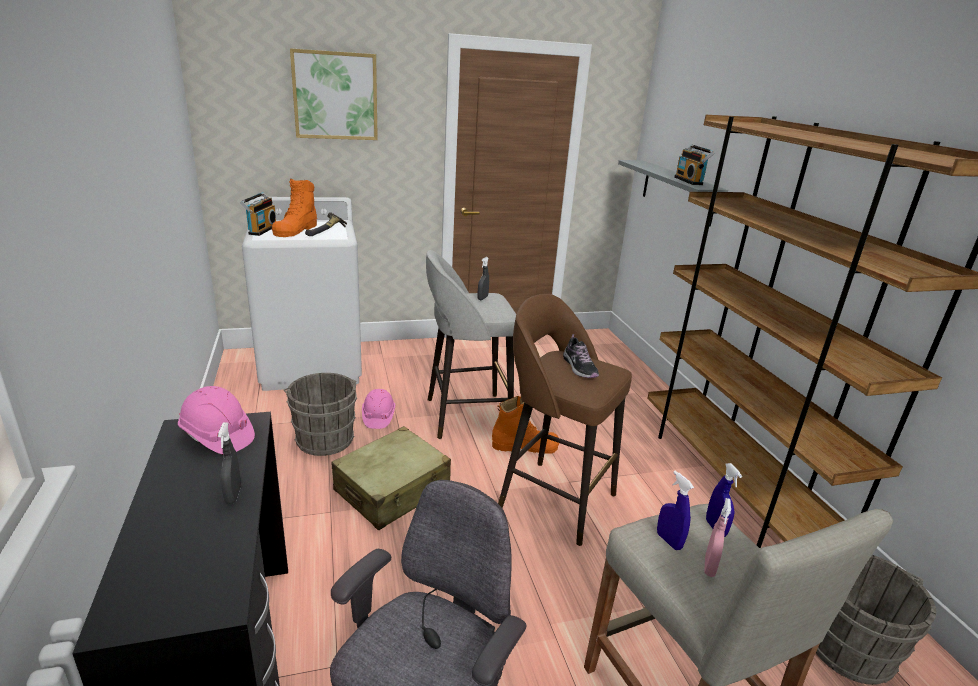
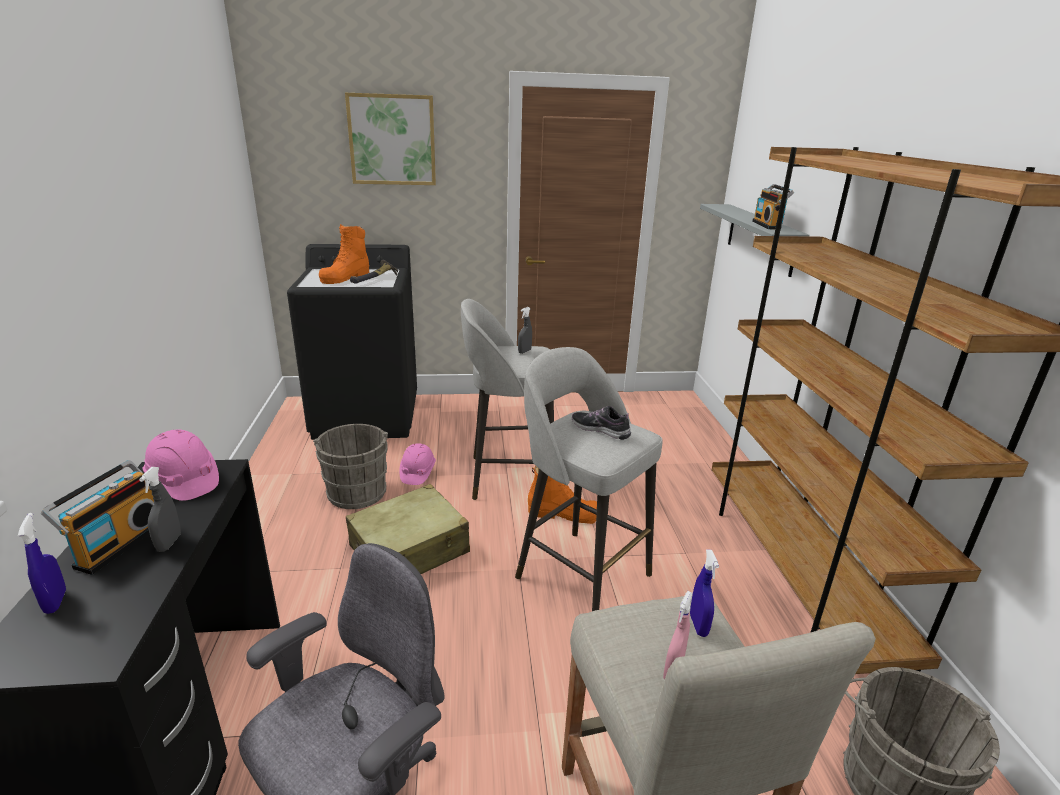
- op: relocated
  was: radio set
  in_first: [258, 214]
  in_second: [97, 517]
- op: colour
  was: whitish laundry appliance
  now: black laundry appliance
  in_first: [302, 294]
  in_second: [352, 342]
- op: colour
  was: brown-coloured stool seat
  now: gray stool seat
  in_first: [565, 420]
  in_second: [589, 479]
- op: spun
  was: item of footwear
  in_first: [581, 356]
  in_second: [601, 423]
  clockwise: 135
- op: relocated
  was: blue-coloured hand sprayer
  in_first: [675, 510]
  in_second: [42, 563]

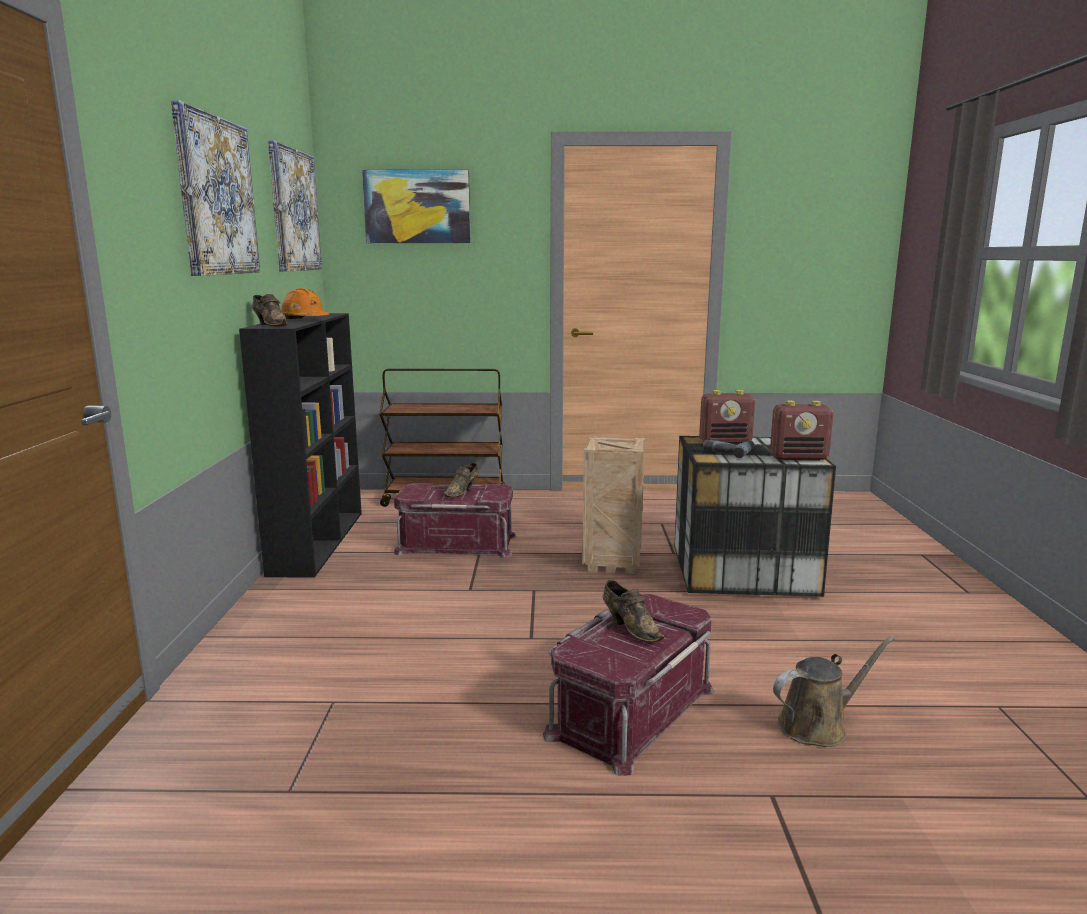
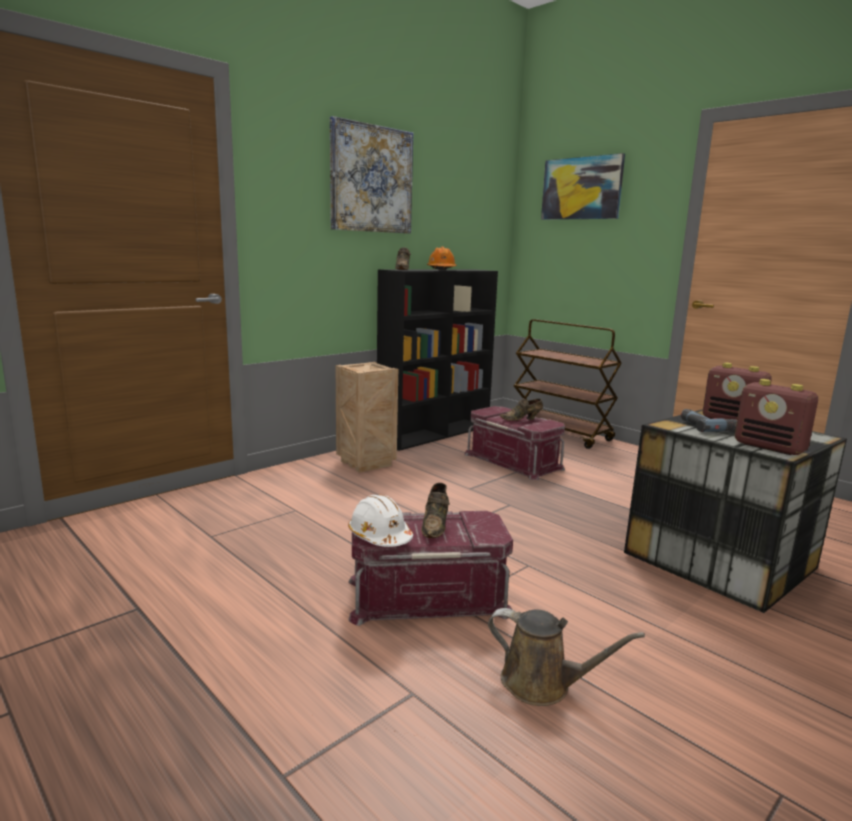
- op: missing
  was: wall picture
  in_first: [295, 206]
- op: relocated
  was: crate
  in_first: [613, 505]
  in_second: [367, 417]
- op: appeared
  now: whitish safety helmet
  in_second: [380, 521]

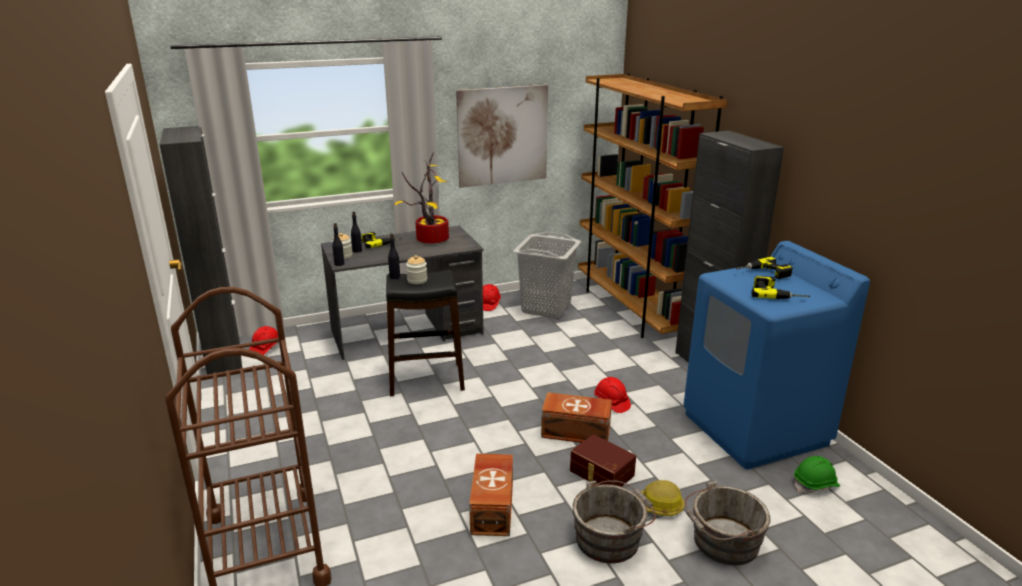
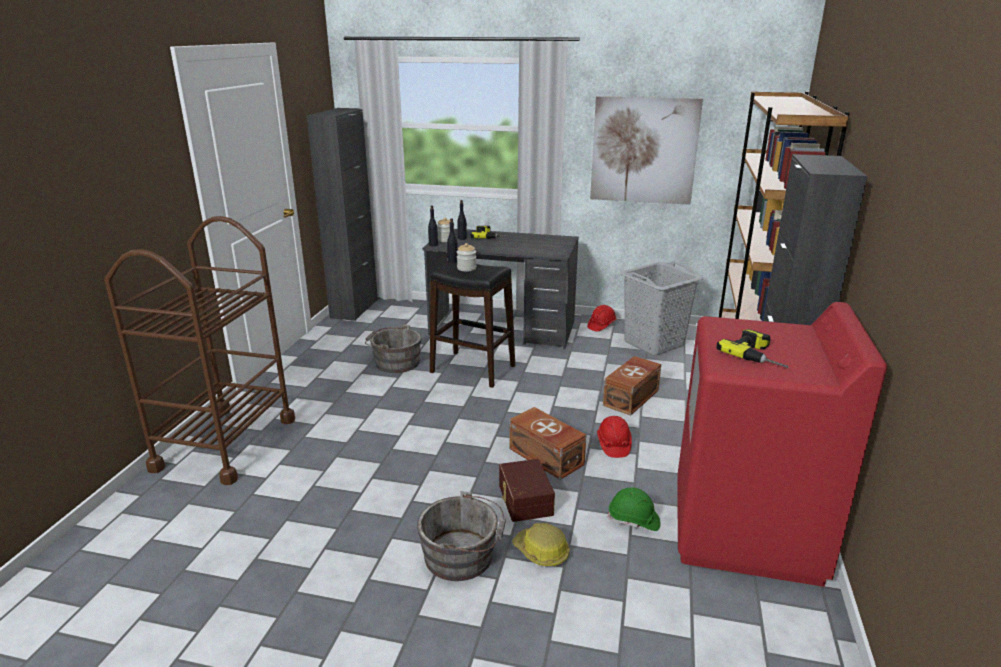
- op: missing
  was: houseplant
  in_first: [422, 198]
- op: colour
  was: blue-coloured laundry appliance
  now: red laundry appliance
  in_first: [776, 355]
  in_second: [782, 444]
- op: missing
  was: electric drill
  in_first: [764, 268]
- op: missing
  was: red safety helmet
  in_first: [264, 340]
- op: relocated
  was: brown-coloured storage container
  in_first: [491, 495]
  in_second: [632, 386]
- op: relocated
  was: green-coloured safety helmet
  in_first: [817, 474]
  in_second: [634, 509]
- op: relocated
  was: gray pail
  in_first: [728, 523]
  in_second: [393, 348]

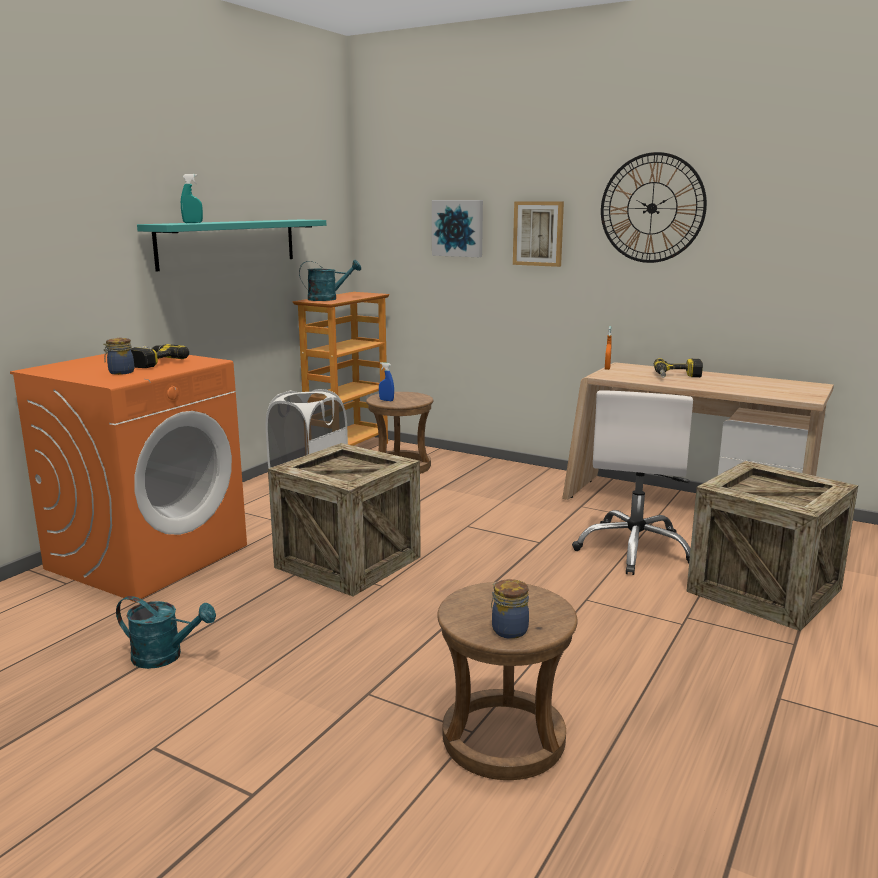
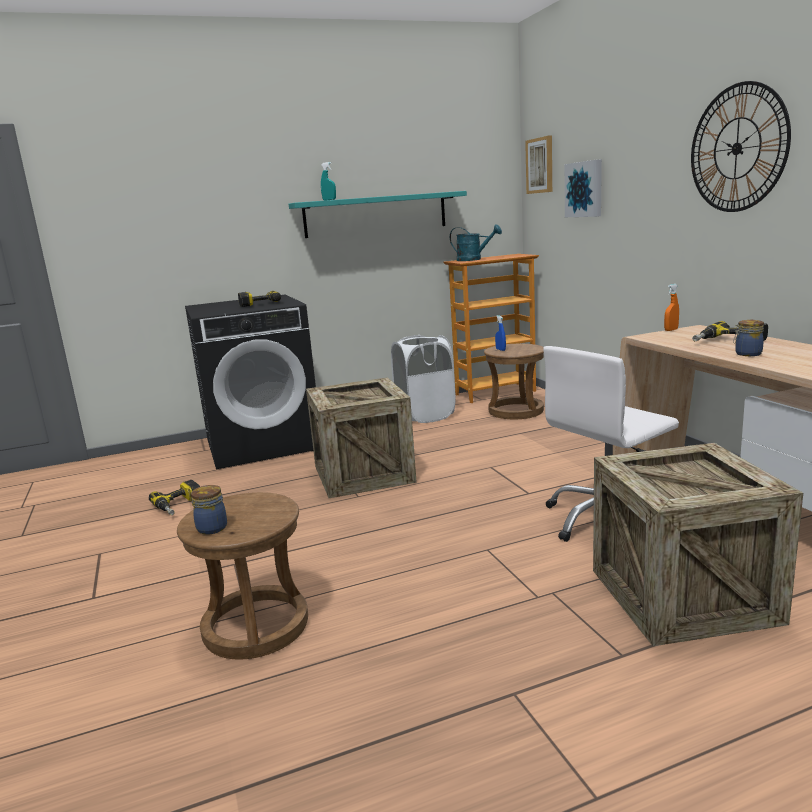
- op: relocated
  was: wall picture
  in_first: [538, 234]
  in_second: [538, 164]
- op: relocated
  was: storage jar
  in_first: [119, 356]
  in_second: [748, 338]
- op: colour
  was: orange laundry appliance
  now: black laundry appliance
  in_first: [128, 477]
  in_second: [250, 381]
- op: exchanged
  was: turquoise-coloured sprinkling can
  now: electric drill
  in_first: [166, 632]
  in_second: [174, 497]

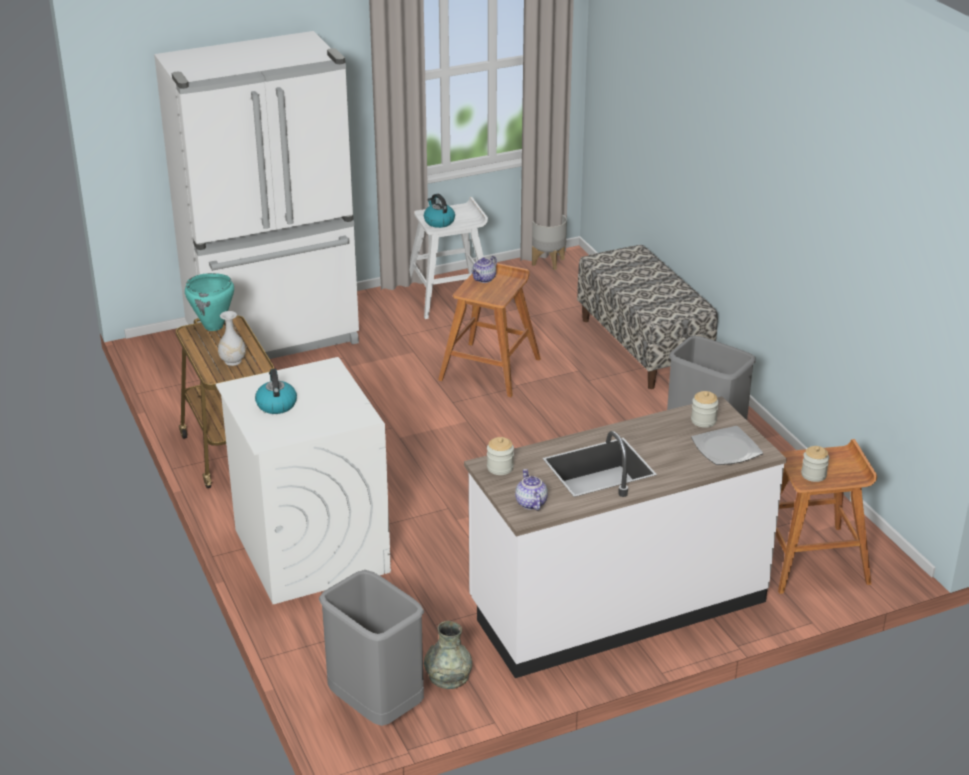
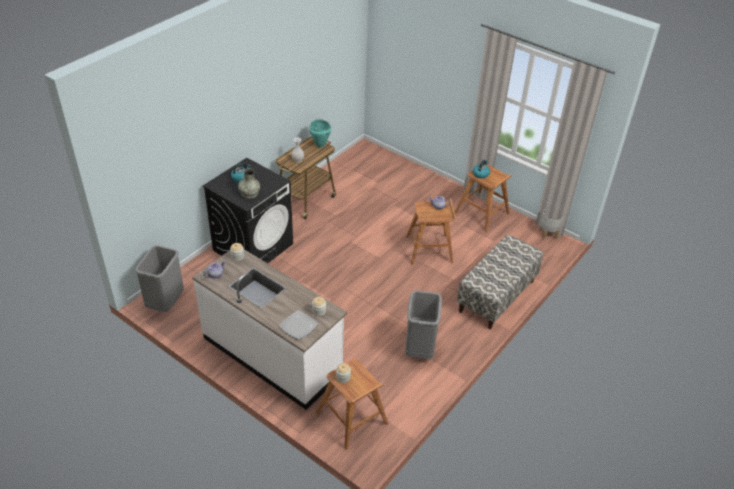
- op: missing
  was: whitish refrigerator
  in_first: [256, 201]
- op: colour
  was: whitish stool seat
  now: brown-coloured stool seat
  in_first: [449, 258]
  in_second: [483, 198]
- op: colour
  was: whitish laundry appliance
  now: black laundry appliance
  in_first: [303, 480]
  in_second: [248, 210]
- op: relocated
  was: gray vase
  in_first: [448, 655]
  in_second: [249, 183]

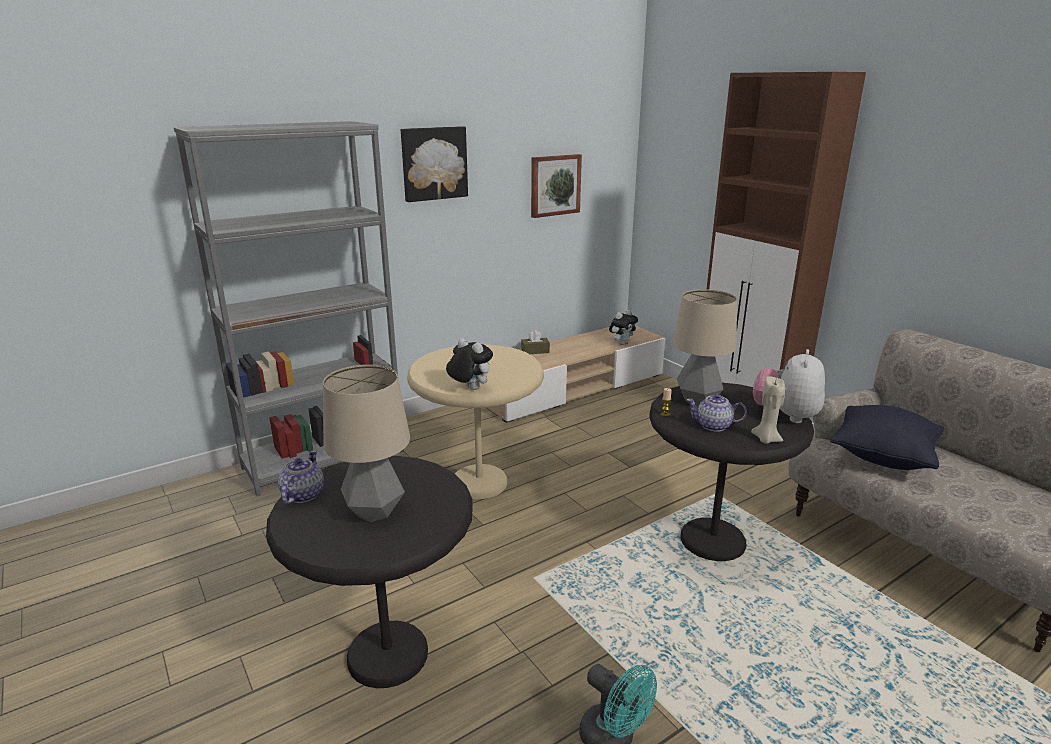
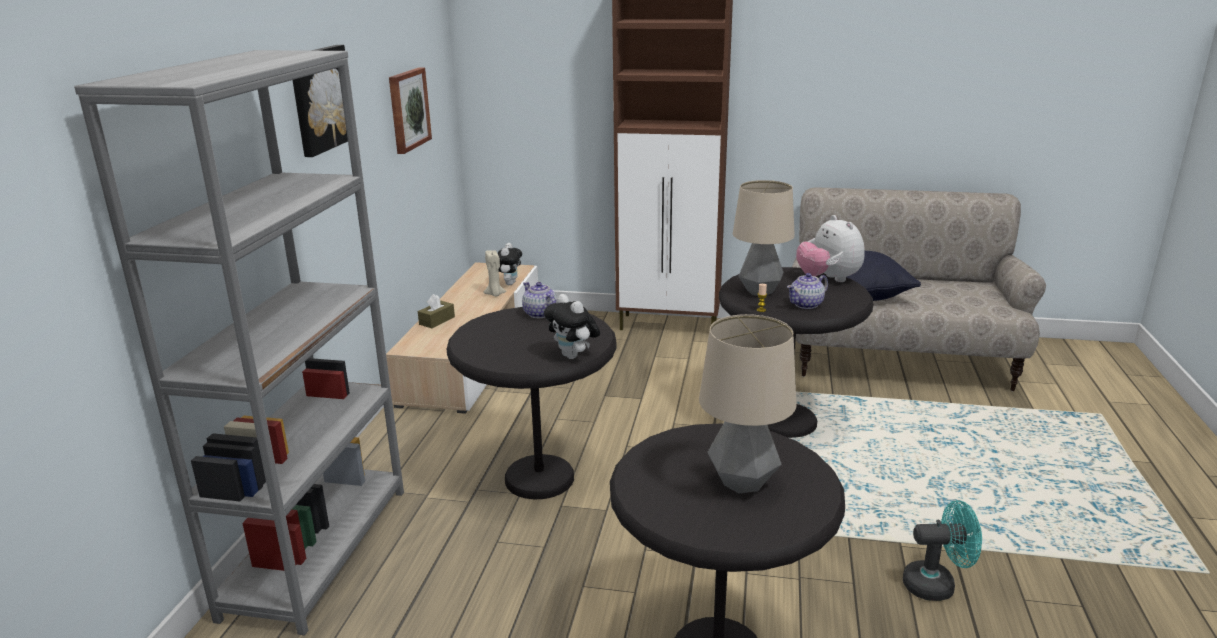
- op: spun
  was: soft toy
  in_first: [469, 364]
  in_second: [572, 326]
  clockwise: -120
- op: colour
  was: beige-coloured end table
  now: black end table
  in_first: [475, 421]
  in_second: [531, 403]
- op: relocated
  was: beige-coloured candle
  in_first: [768, 410]
  in_second: [495, 273]
- op: relocated
  was: teapot
  in_first: [301, 477]
  in_second: [539, 300]

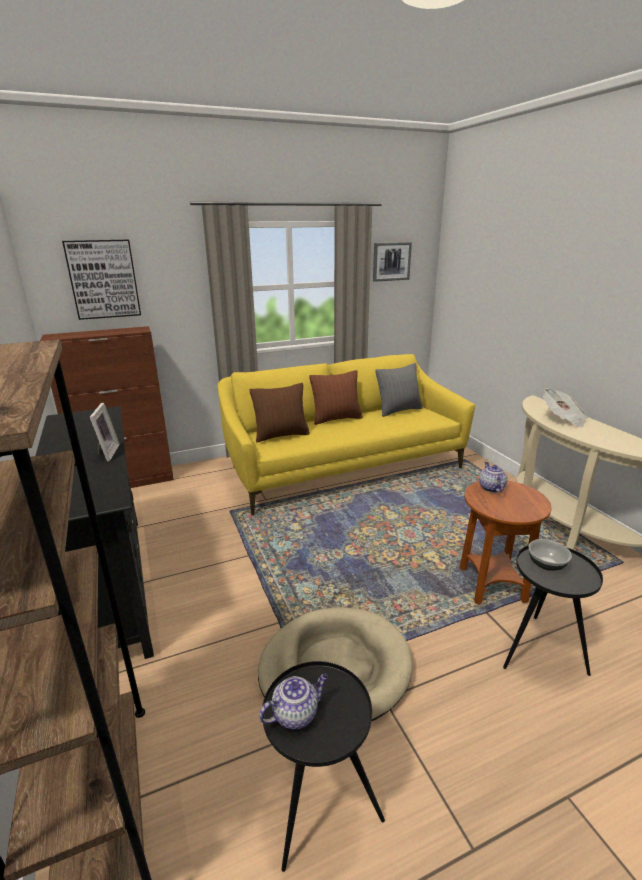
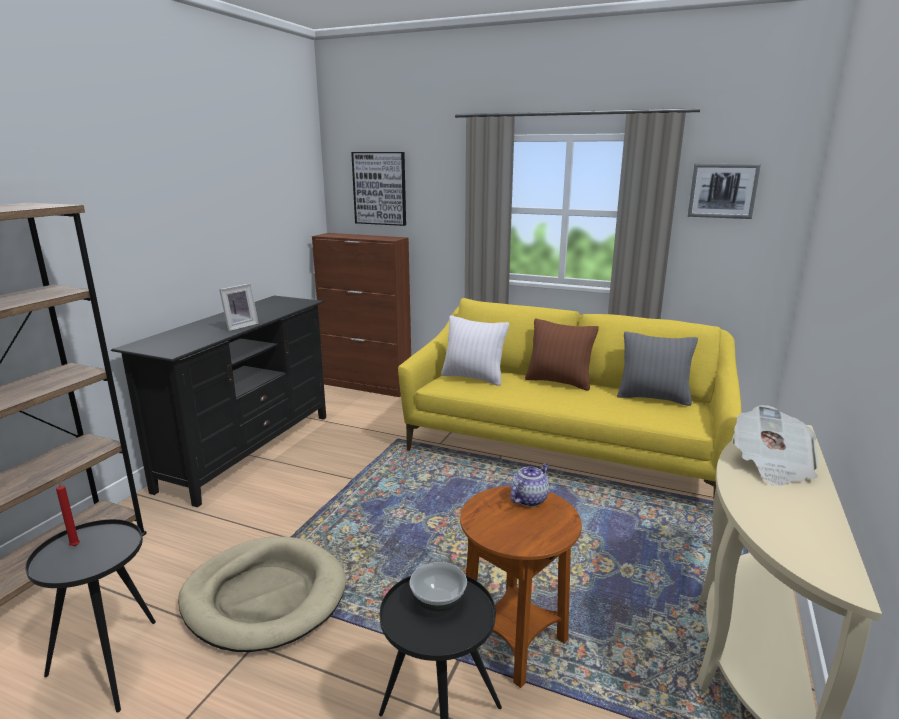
- op: colour
  was: brown-coloured throw pillow
  now: whitish throw pillow
  in_first: [280, 412]
  in_second: [475, 351]
- op: exchanged
  was: teapot
  now: red candle
  in_first: [293, 702]
  in_second: [68, 511]

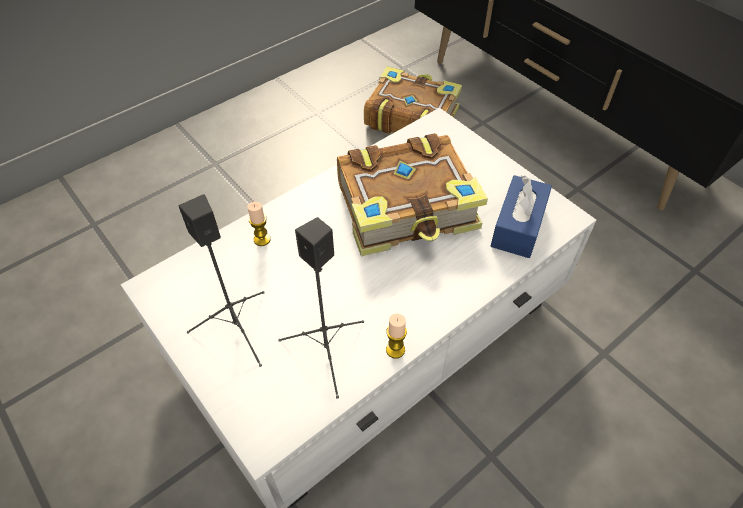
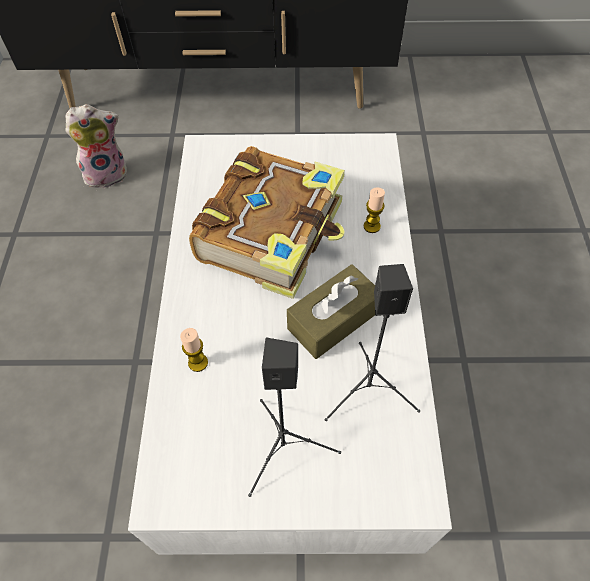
- op: exchanged
  was: volume
  now: soft toy
  in_first: [413, 100]
  in_second: [96, 146]
- op: missing
  was: blue-coloured box of tissues
  in_first: [521, 216]
- op: relocated
  was: candle
  in_first: [396, 336]
  in_second: [374, 210]
- op: appeared
  now: brown-coloured box of tissues
  in_second: [331, 311]

